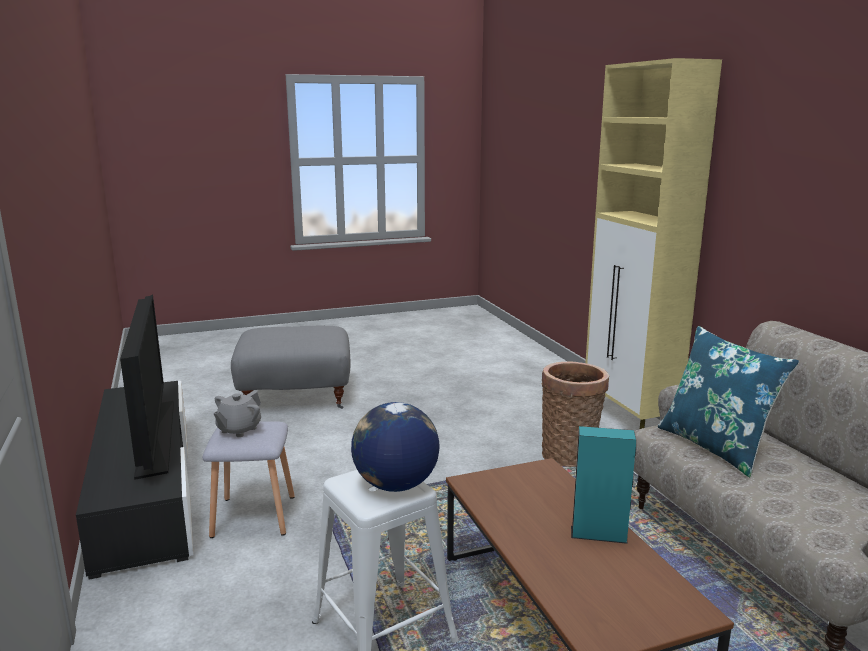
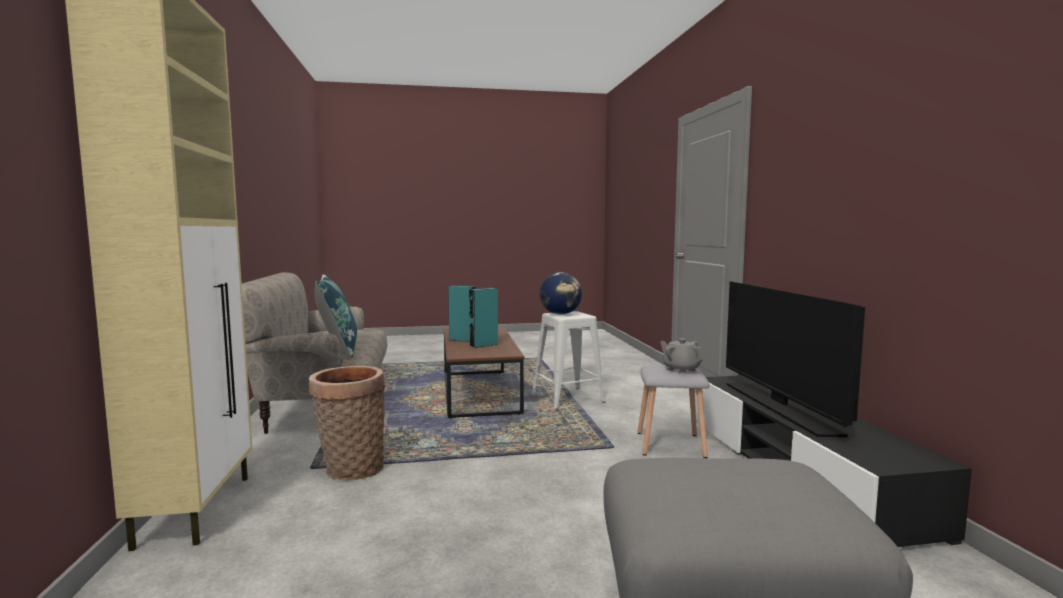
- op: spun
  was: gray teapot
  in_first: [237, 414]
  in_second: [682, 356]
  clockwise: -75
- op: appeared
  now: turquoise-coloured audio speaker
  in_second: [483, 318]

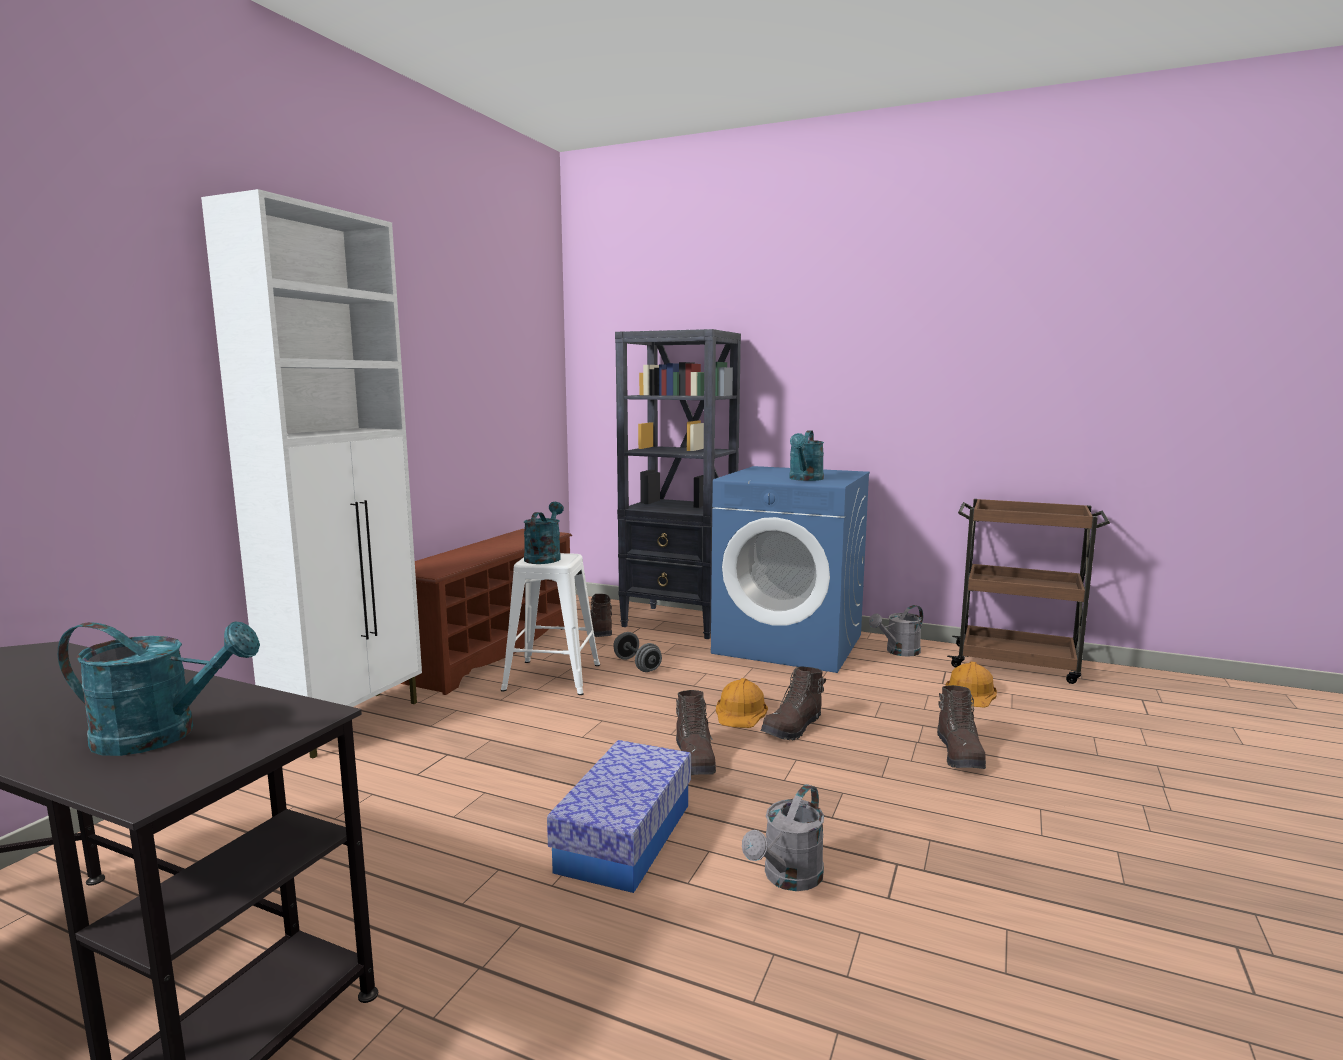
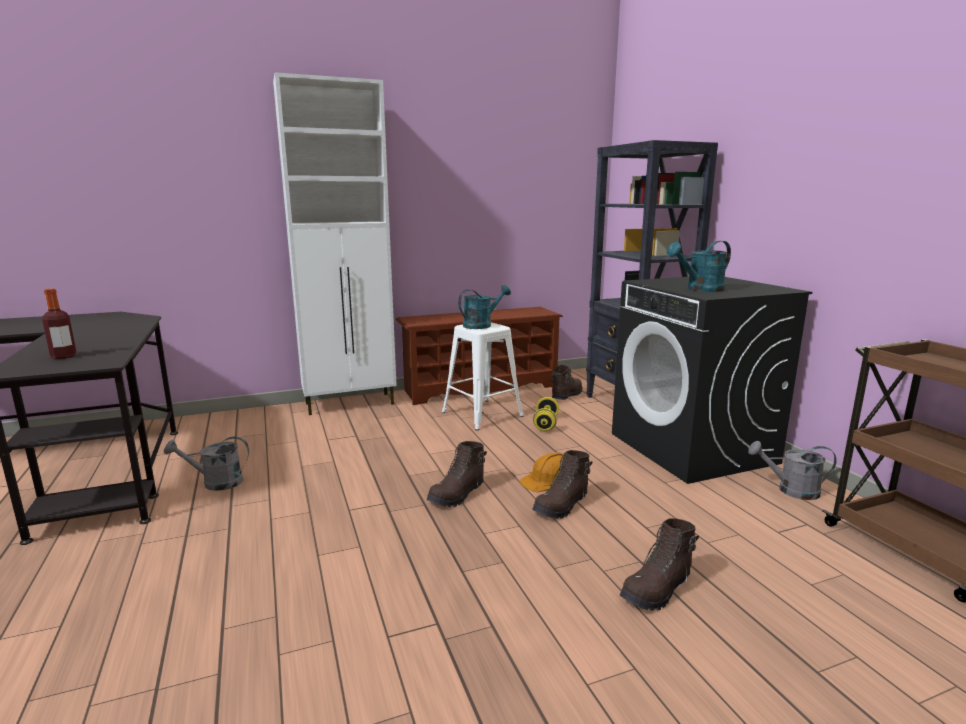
- op: colour
  was: blue-coloured laundry appliance
  now: black laundry appliance
  in_first: [790, 569]
  in_second: [712, 380]
- op: exchanged
  was: turquoise-coloured sprinkling can
  now: drink bottle
  in_first: [159, 688]
  in_second: [59, 324]
- op: colour
  was: gray dumbbell
  now: yellowish dumbbell
  in_first: [637, 652]
  in_second: [546, 414]
- op: missing
  was: orange safety helmet
  in_first: [971, 684]
- op: spun
  was: brown-coloured boot
  in_first: [793, 703]
  in_second: [562, 484]
  clockwise: -45
- op: missing
  was: storage container
  in_first: [619, 816]
- op: relocated
  was: gray sprinkling can
  in_first: [783, 837]
  in_second: [206, 463]

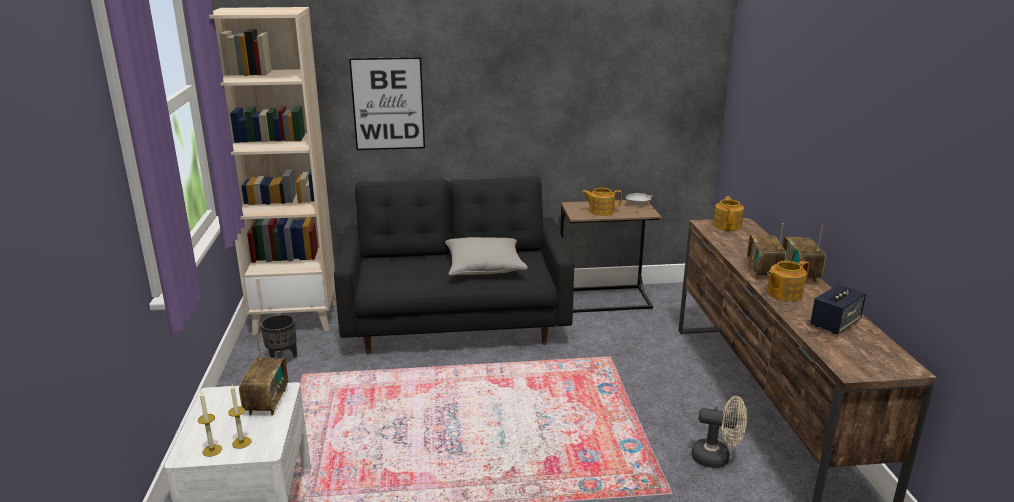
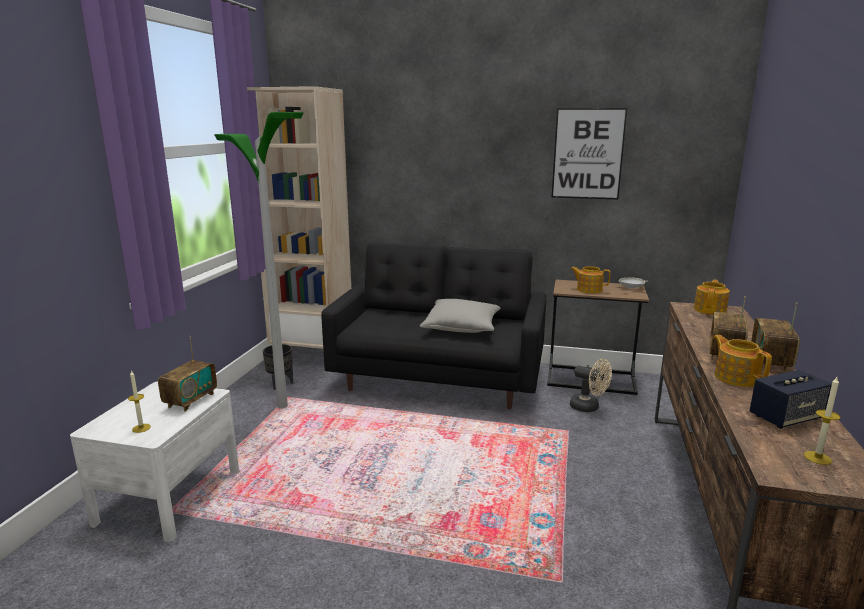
- op: relocated
  was: wall picture
  in_first: [387, 103]
  in_second: [589, 153]
- op: spun
  was: teapot
  in_first: [788, 280]
  in_second: [742, 361]
  clockwise: 75
- op: relocated
  was: candle
  in_first: [210, 424]
  in_second: [822, 421]
- op: relocated
  was: beige-coloured cooling fan
  in_first: [719, 432]
  in_second: [591, 385]
- op: appeared
  now: floor lamp
  in_second: [259, 260]

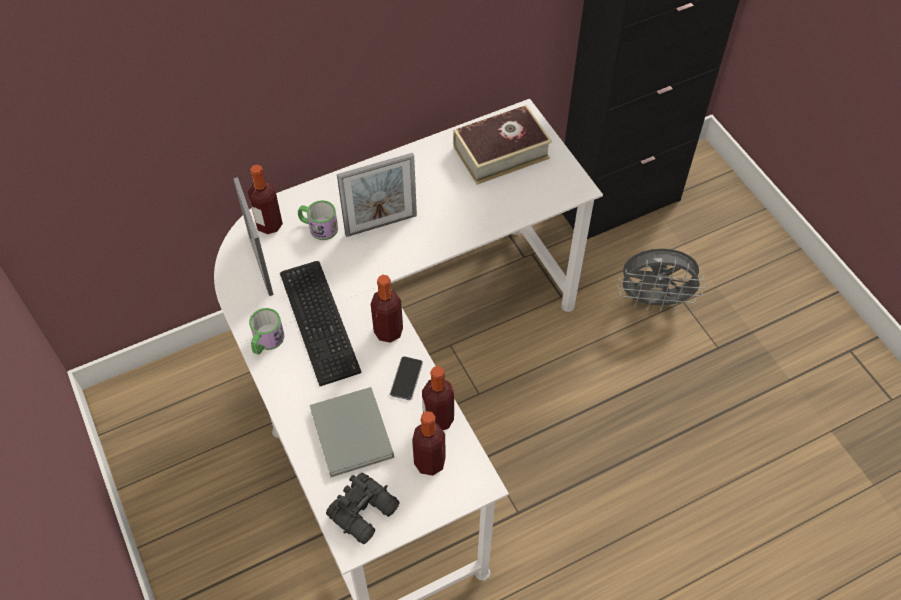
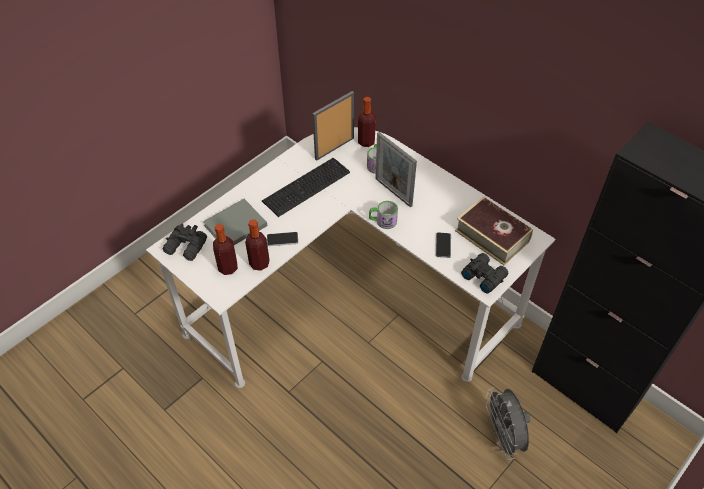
- op: missing
  was: drink bottle
  in_first: [387, 309]
- op: relocated
  was: mug
  in_first: [266, 331]
  in_second: [383, 215]
- op: appeared
  now: telephone
  in_second: [443, 245]
- op: appeared
  now: black field glasses
  in_second: [484, 273]

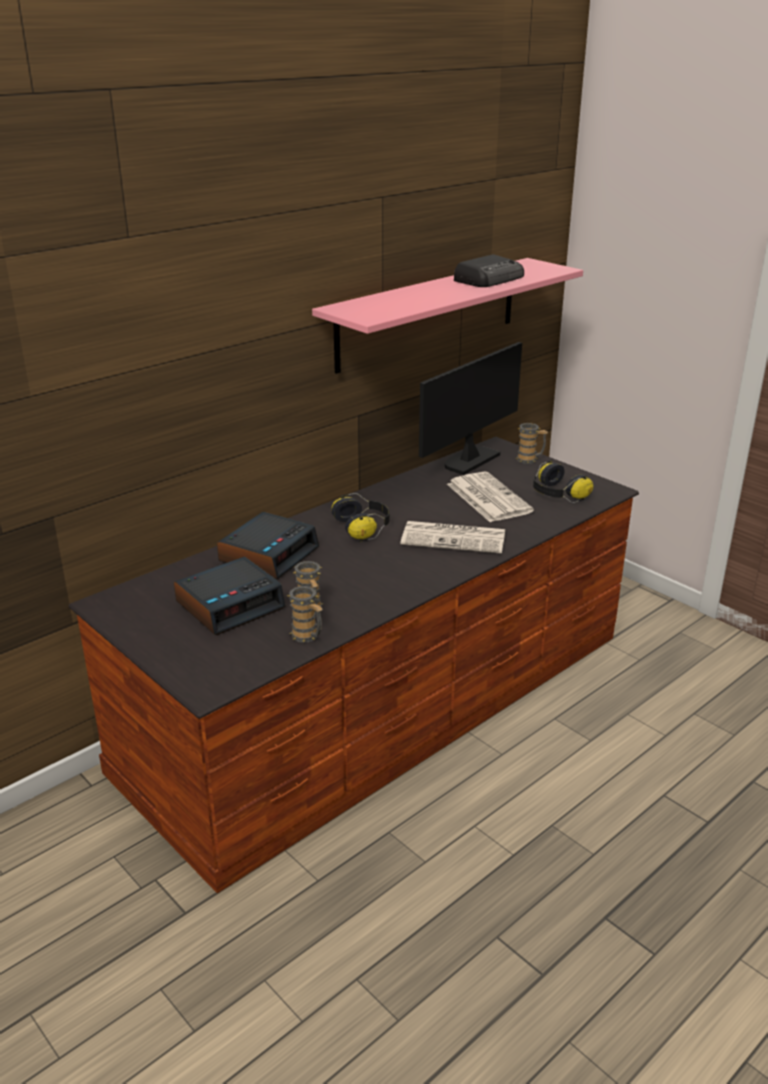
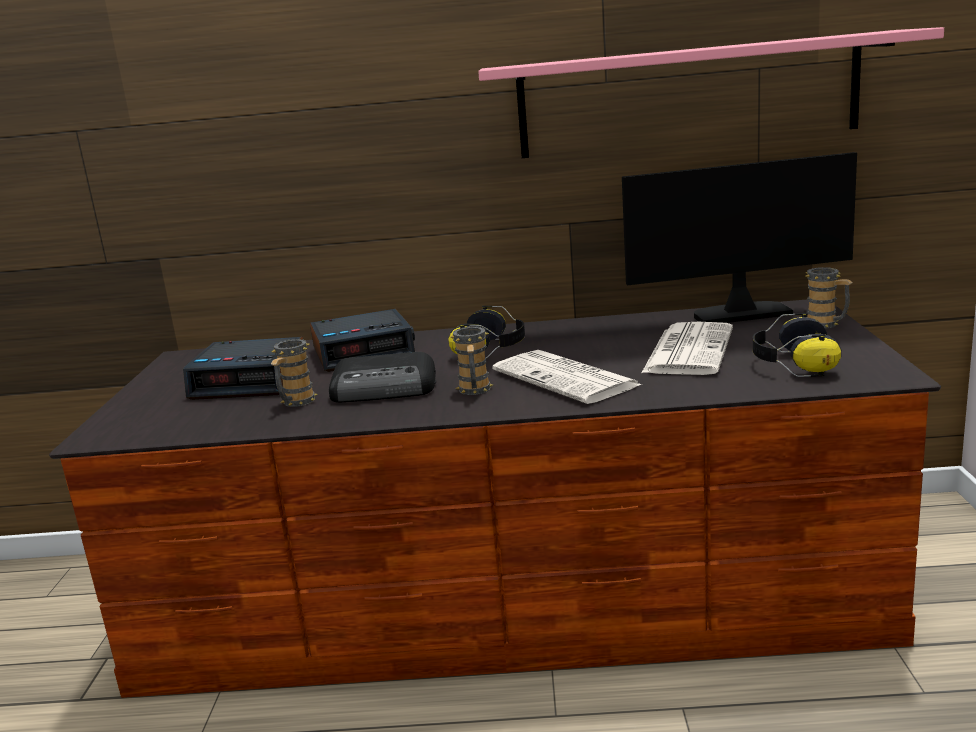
- op: relocated
  was: radio set
  in_first: [489, 270]
  in_second: [382, 377]
- op: relocated
  was: mug
  in_first: [305, 614]
  in_second: [471, 360]

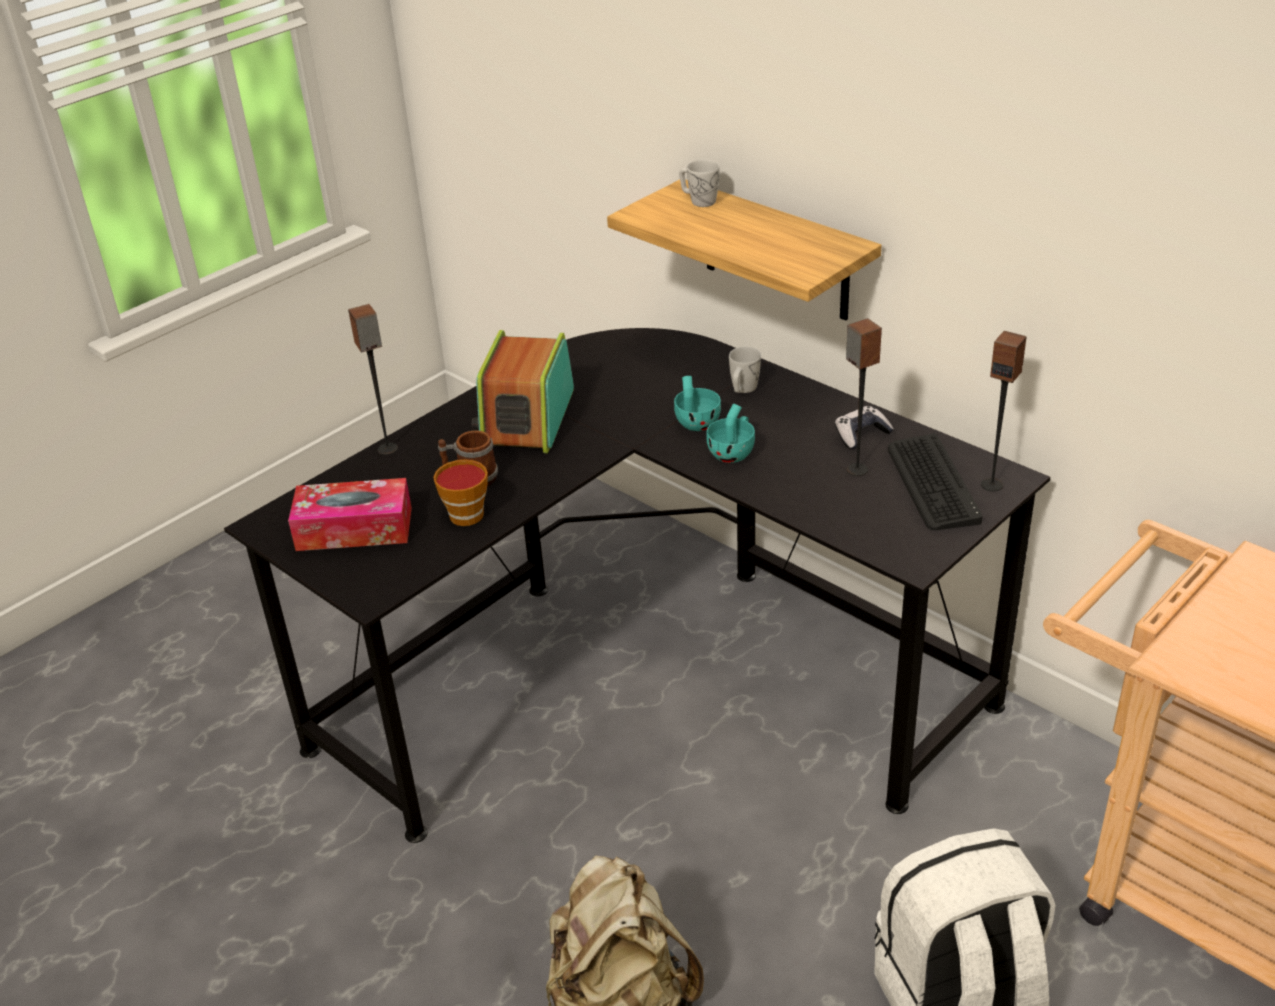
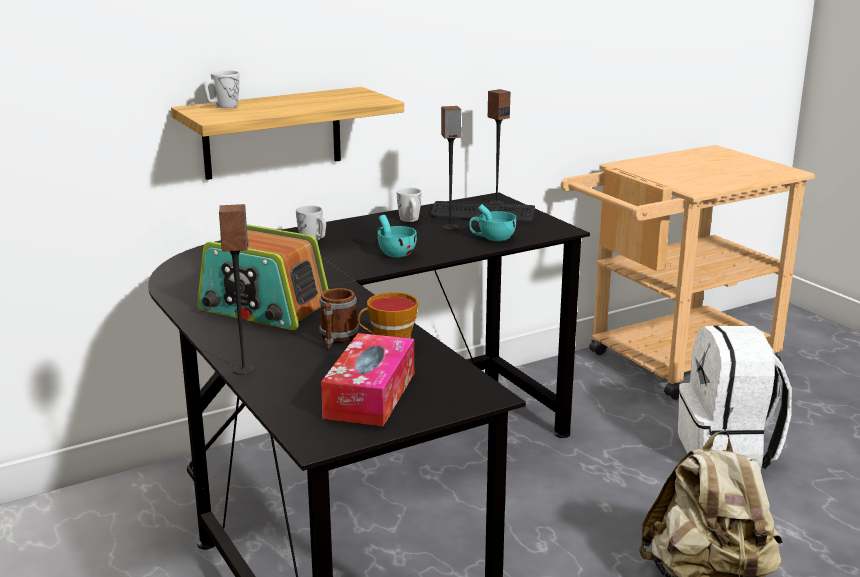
- op: relocated
  was: turquoise-coloured small cup
  in_first: [697, 403]
  in_second: [492, 222]
- op: exchanged
  was: game controller
  now: whitish mug
  in_first: [864, 427]
  in_second: [409, 205]

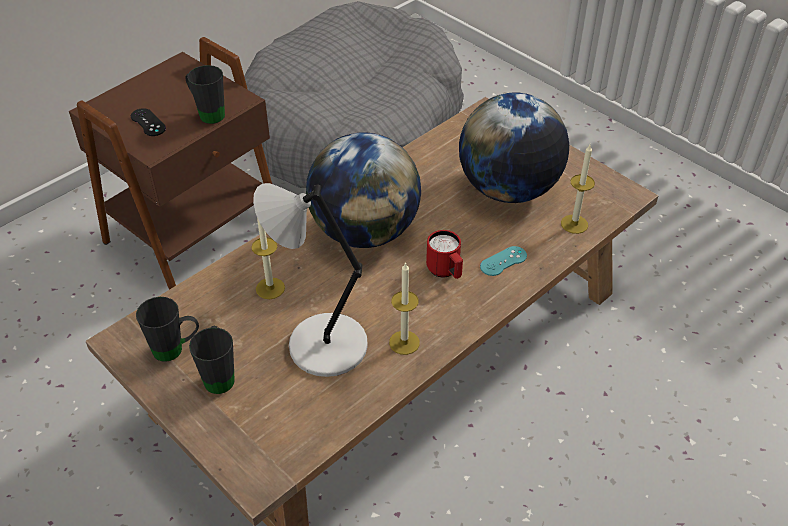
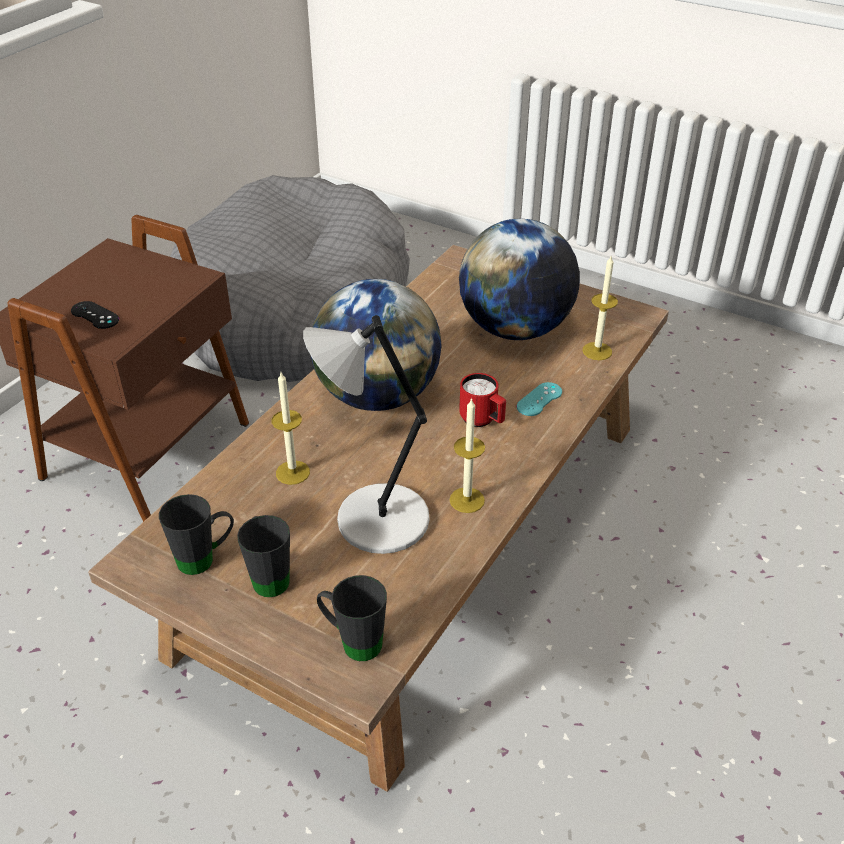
- op: relocated
  was: black mug
  in_first: [205, 94]
  in_second: [352, 618]

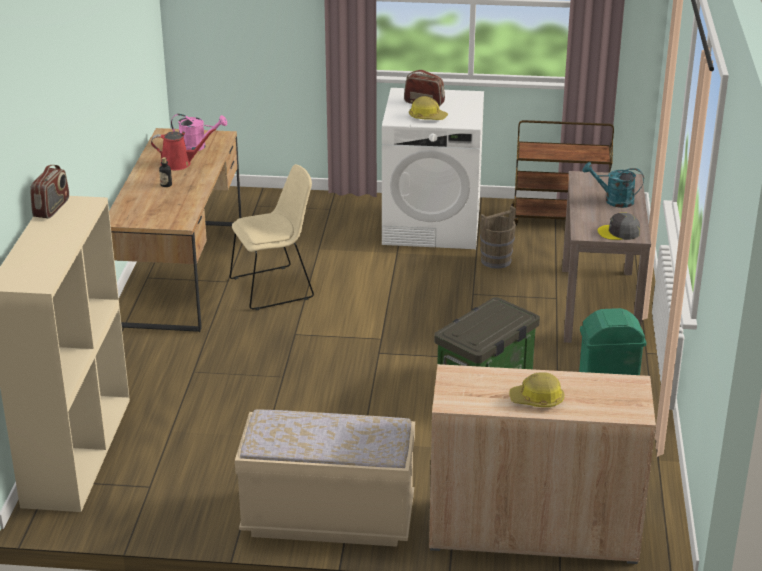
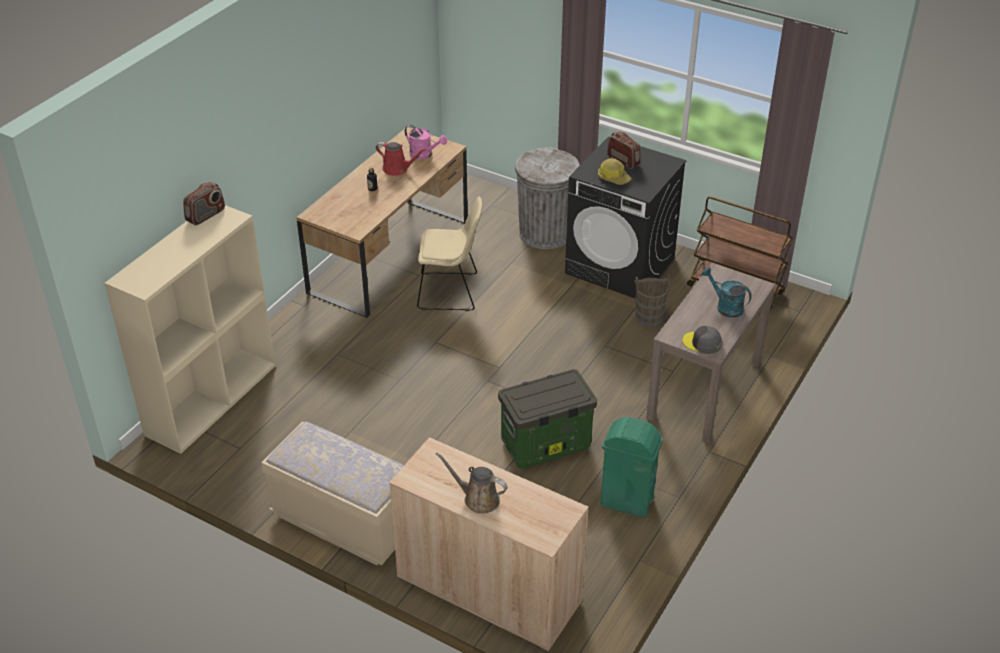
- op: colour
  was: whitish laundry appliance
  now: black laundry appliance
  in_first: [433, 168]
  in_second: [625, 217]
- op: exchanged
  was: safety helmet
  now: brown-coloured sprinkling can
  in_first: [537, 389]
  in_second: [472, 483]
- op: appeared
  now: gray rubbish bin
  in_second: [547, 198]

